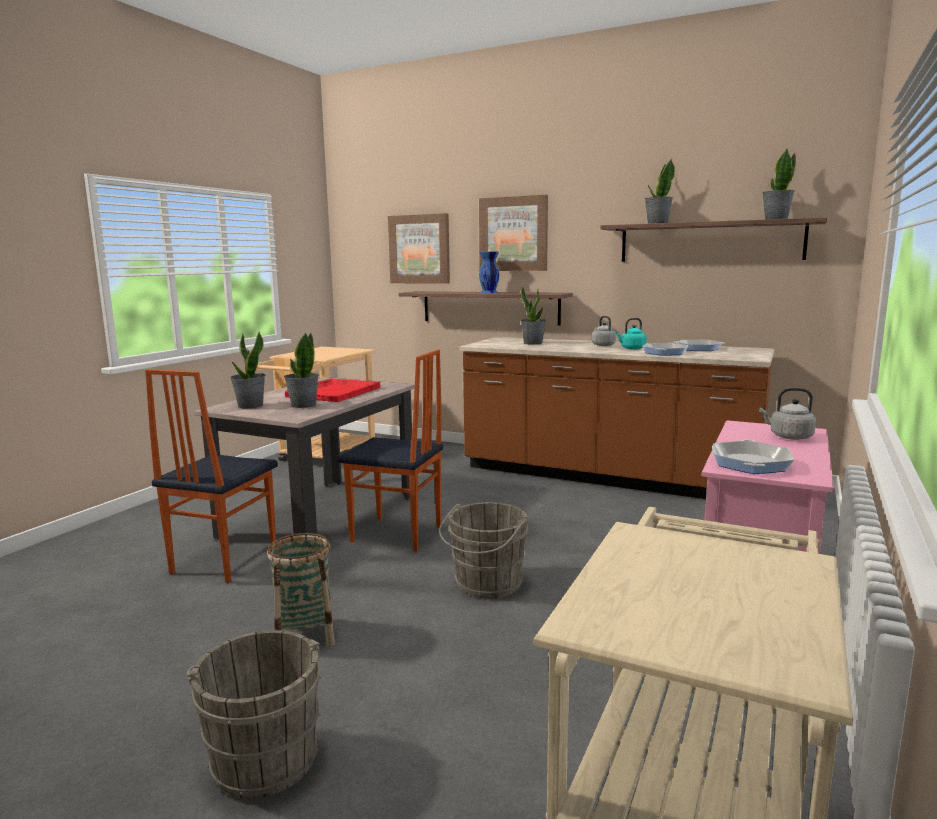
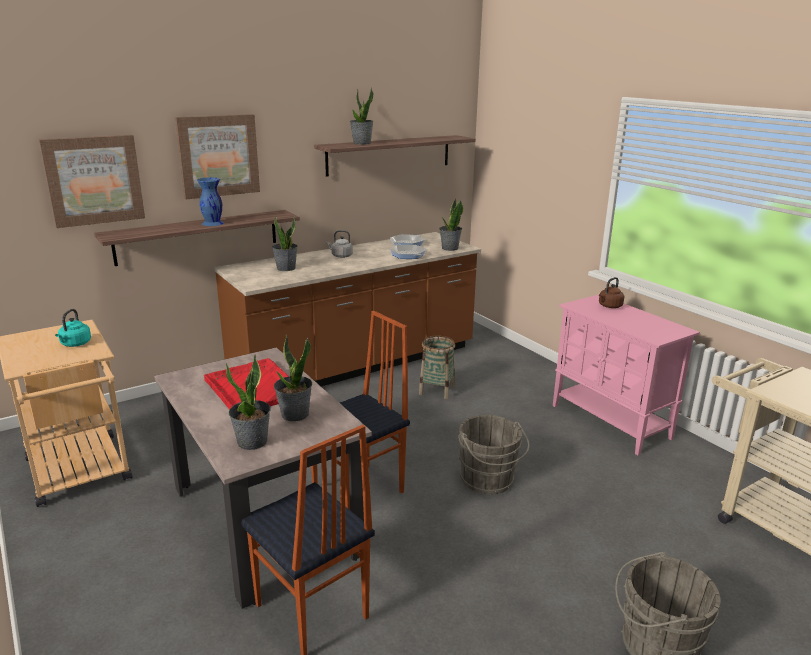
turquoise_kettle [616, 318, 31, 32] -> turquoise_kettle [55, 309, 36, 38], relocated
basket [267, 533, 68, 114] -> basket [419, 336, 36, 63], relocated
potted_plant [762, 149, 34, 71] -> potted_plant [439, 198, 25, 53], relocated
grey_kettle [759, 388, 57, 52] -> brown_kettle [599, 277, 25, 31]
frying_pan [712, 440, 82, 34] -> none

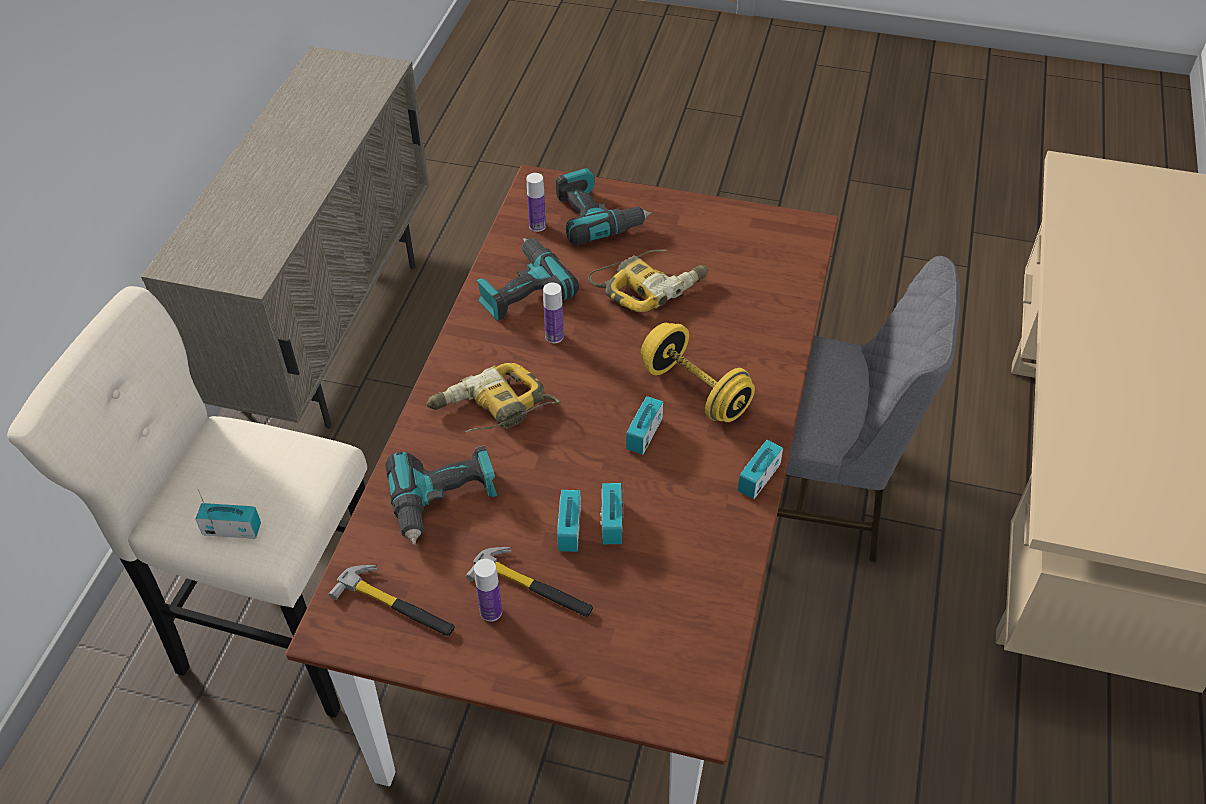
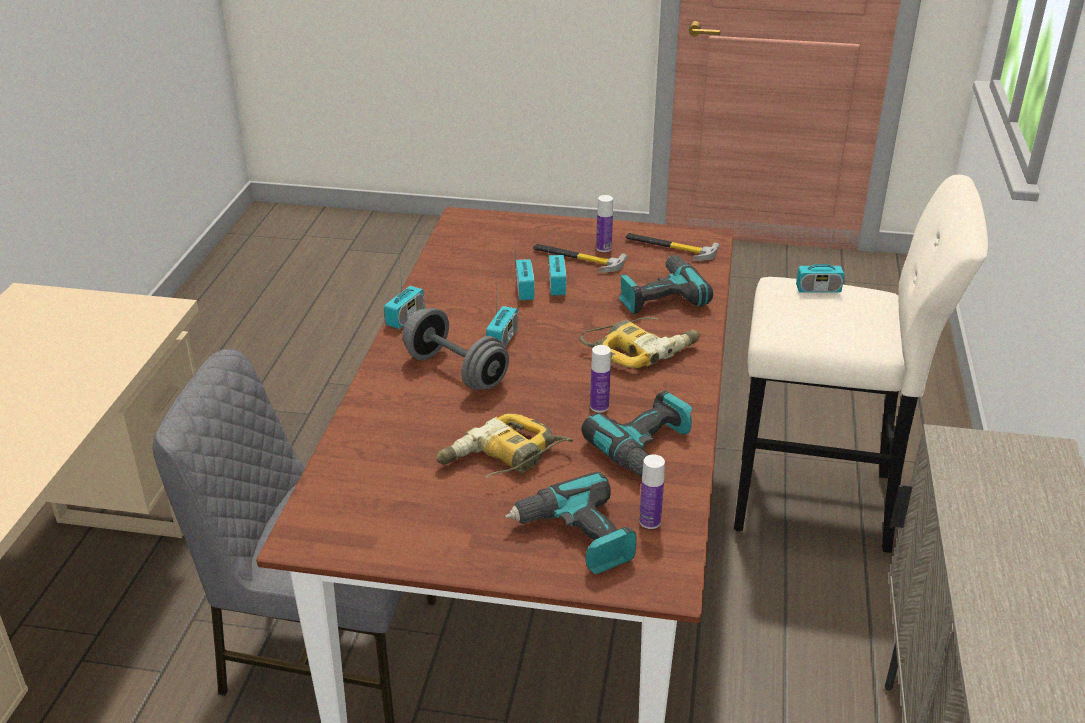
yellow_dumbbell [641, 323, 114, 99] -> grey_dumbbell [402, 308, 107, 82]

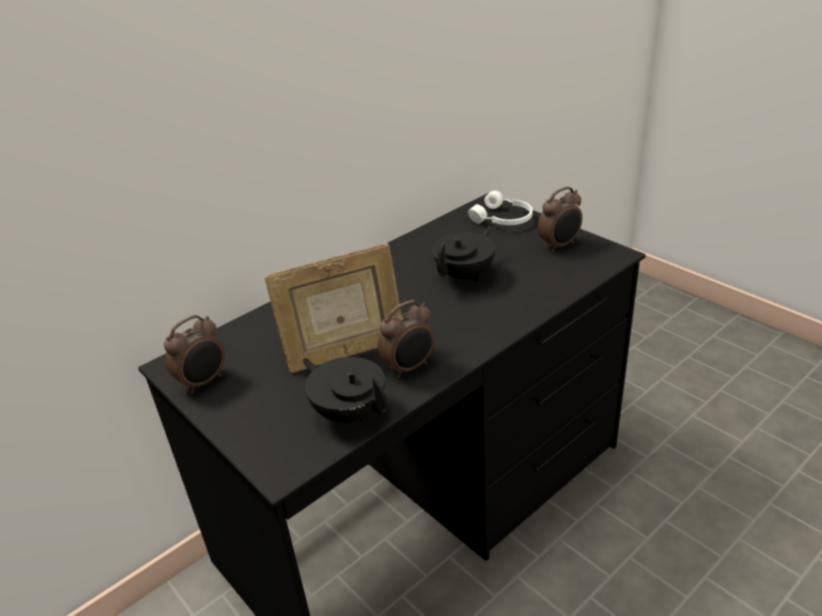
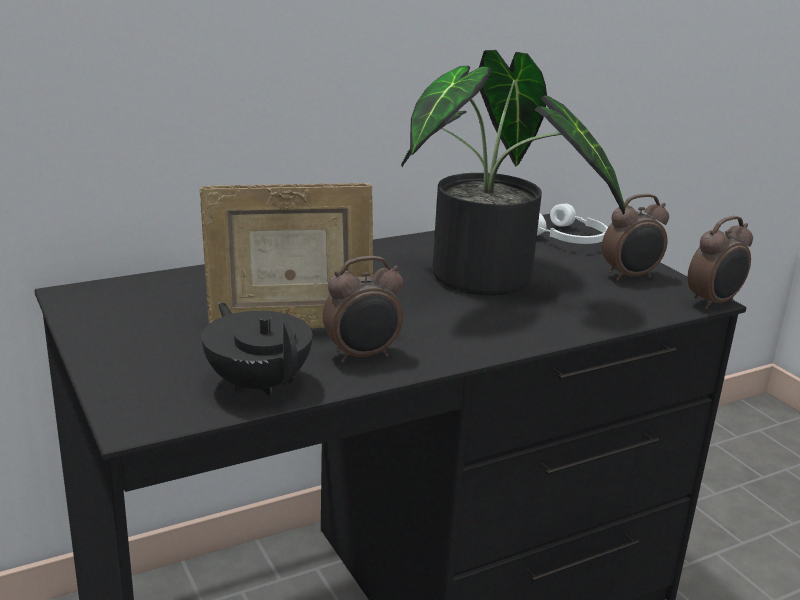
black_teapot [432, 227, 63, 56] -> potted_plant [401, 50, 224, 246]
alarm_clock [164, 315, 61, 79] -> alarm_clock [688, 216, 65, 94], relocated

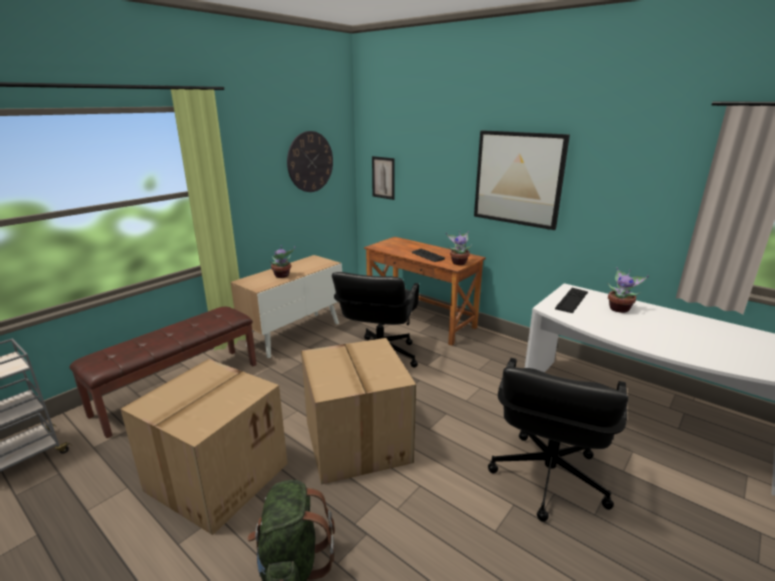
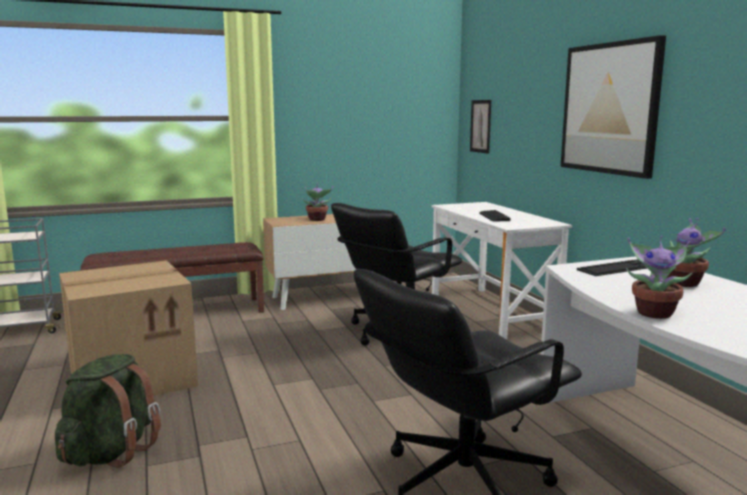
brown_desk [364, 237, 122, 109] -> white_desk [431, 202, 141, 138]
potted_plant [446, 231, 26, 34] -> potted_plant [626, 236, 67, 83], relocated
wall_clock [287, 131, 46, 61] -> none
cardboard_box [301, 338, 115, 147] -> none

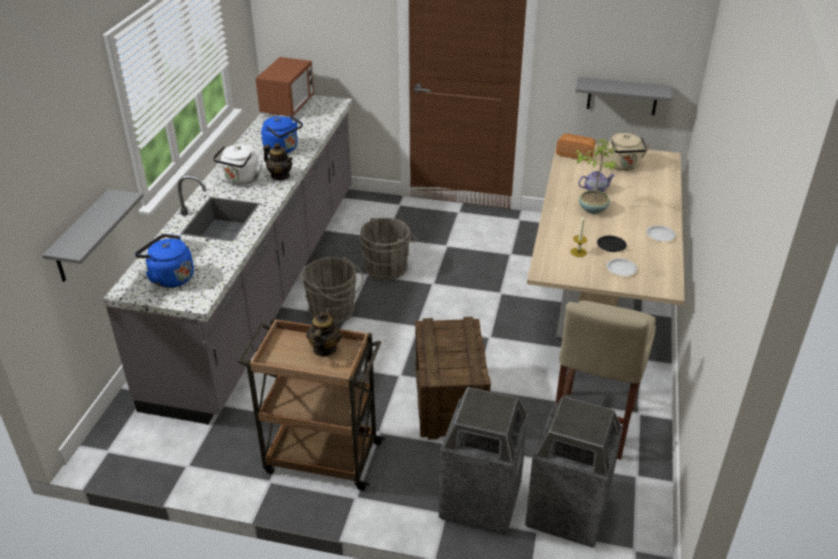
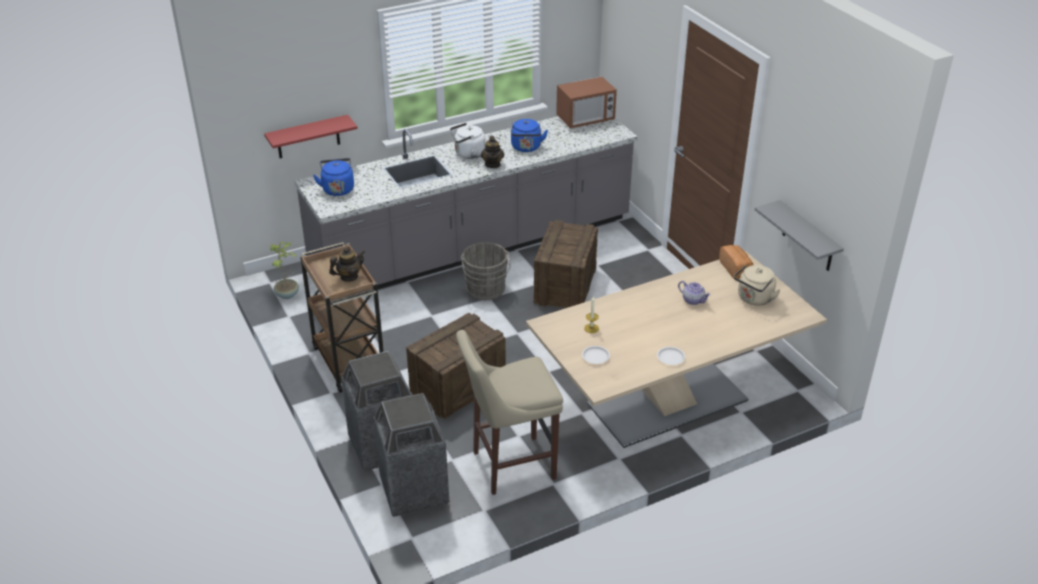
grey_shelf [42, 189, 102, 93] -> red_shelf [264, 115, 94, 43]
potted_plant [575, 139, 42, 75] -> potted_plant [270, 242, 29, 57], relocated
grey_bucket [360, 218, 57, 63] -> crate [534, 220, 64, 88]
black_plate [597, 236, 30, 16] -> none

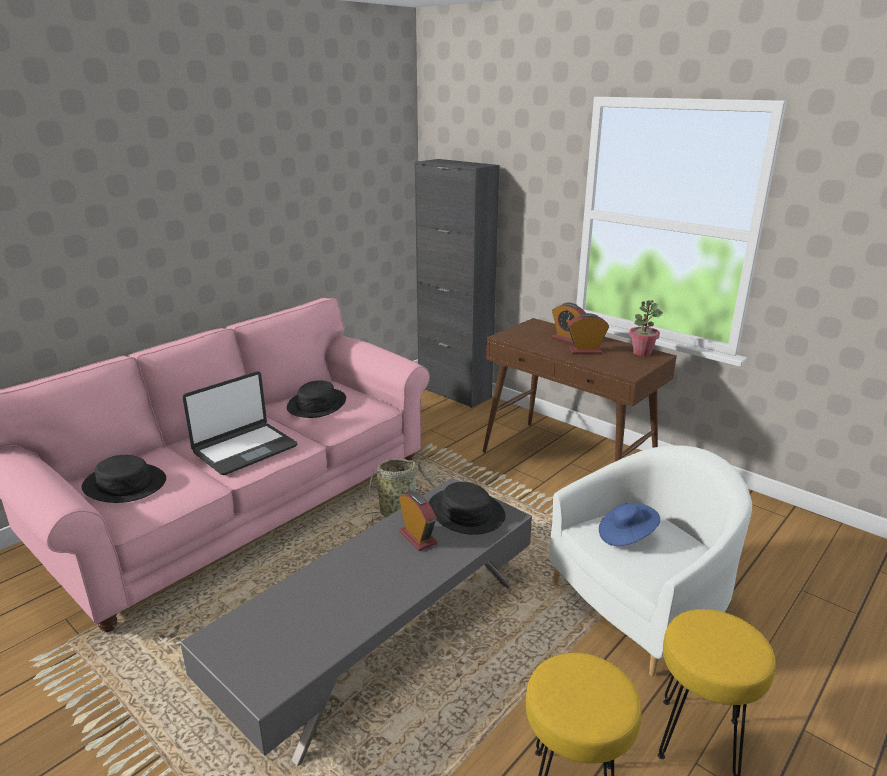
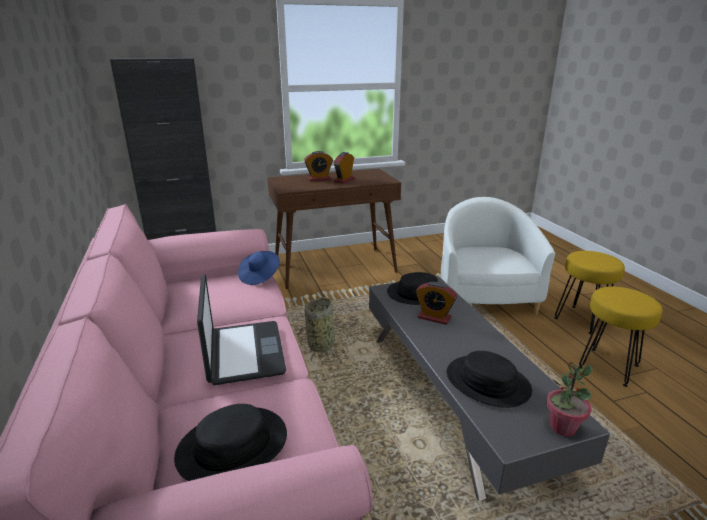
blue_hat [599, 503, 61, 43] -> blue_hat [238, 251, 42, 34], relocated
alarm_clock [399, 492, 38, 59] -> alarm_clock [416, 282, 41, 43], 150 degrees counterclockwise
black_hat [287, 380, 59, 38] -> black_hat [447, 351, 85, 57], relocated
potted_plant [629, 300, 34, 56] -> potted_plant [546, 361, 46, 76], relocated

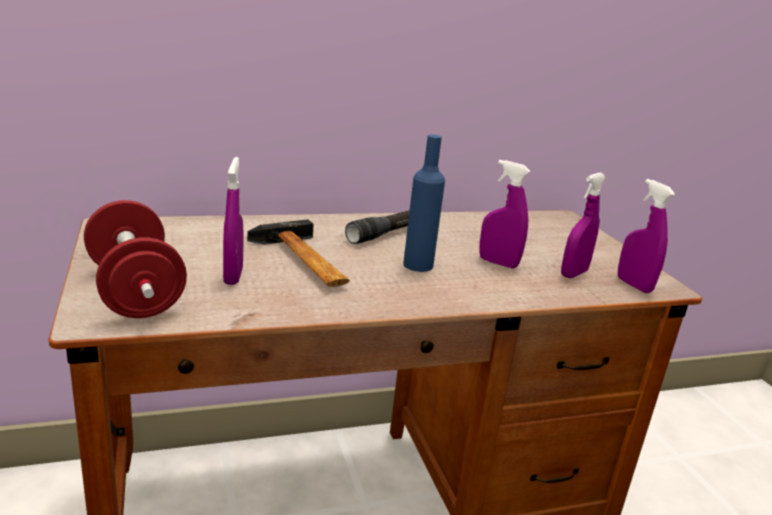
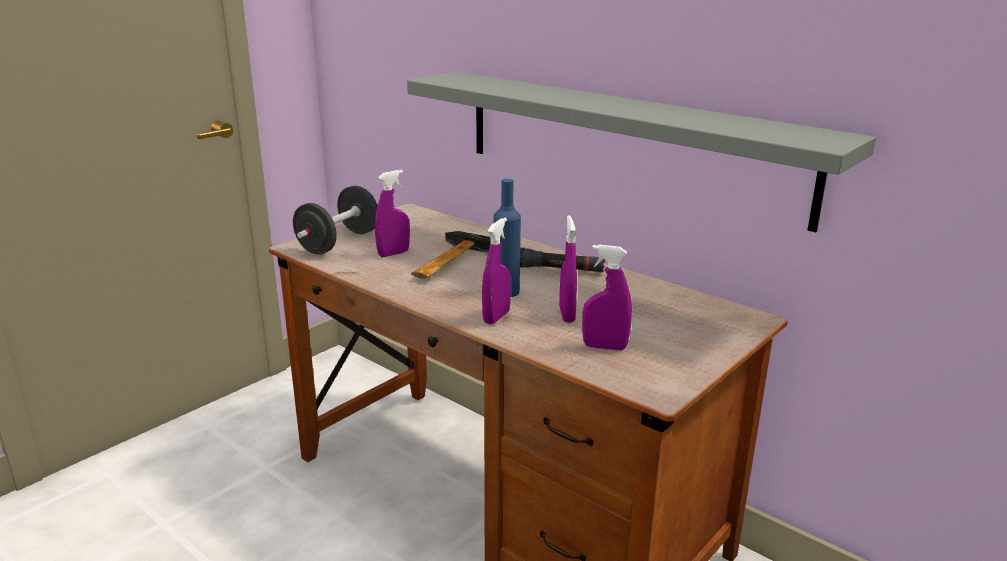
red_dumbbell [84, 200, 103, 118] -> black_dumbbell [293, 186, 85, 69]
none -> grey_shelf [407, 72, 469, 160]
purple_spray_bottle [618, 179, 57, 114] -> purple_spray_bottle [482, 218, 29, 106], relocated

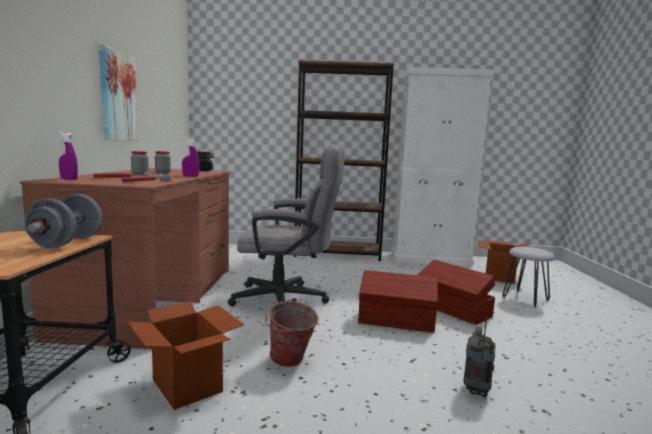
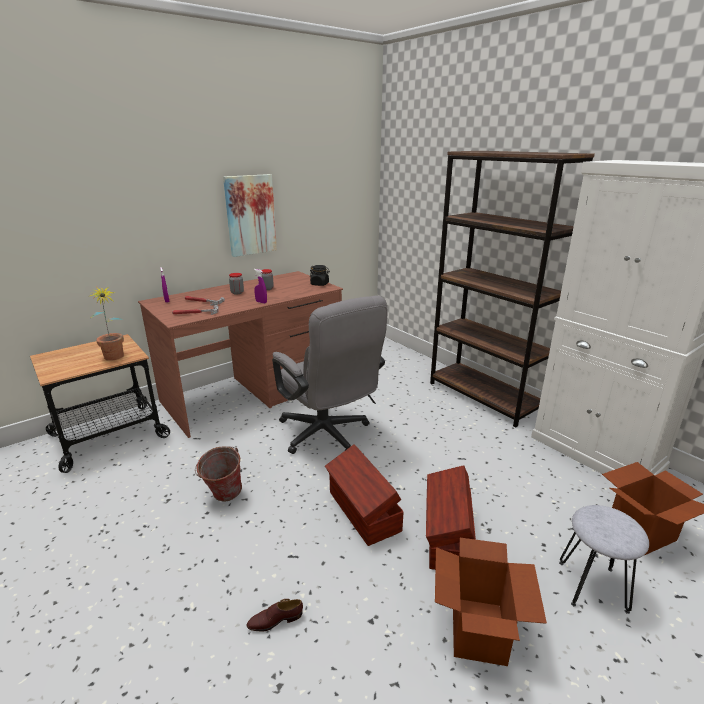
grey_dumbbell [25, 194, 77, 55] -> potted_plant [90, 286, 34, 75]
radio [463, 316, 33, 81] -> brown_shoe [246, 599, 57, 32]
cardboard_box [127, 301, 117, 109] -> cardboard_box [435, 538, 112, 128], relocated

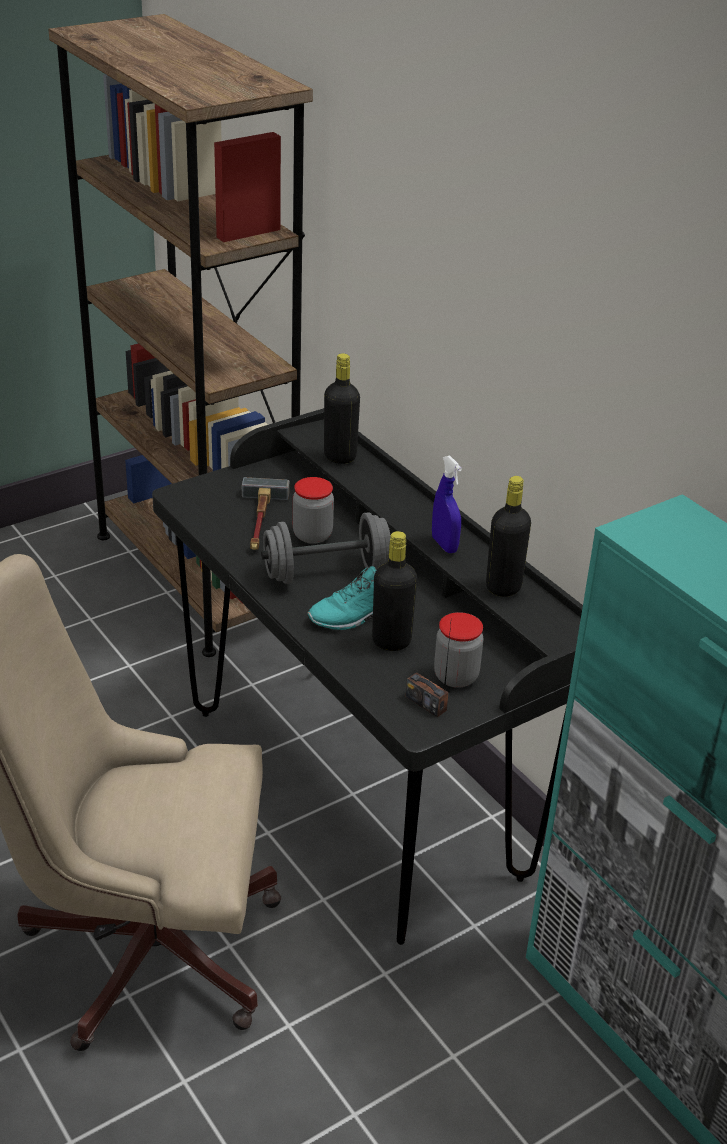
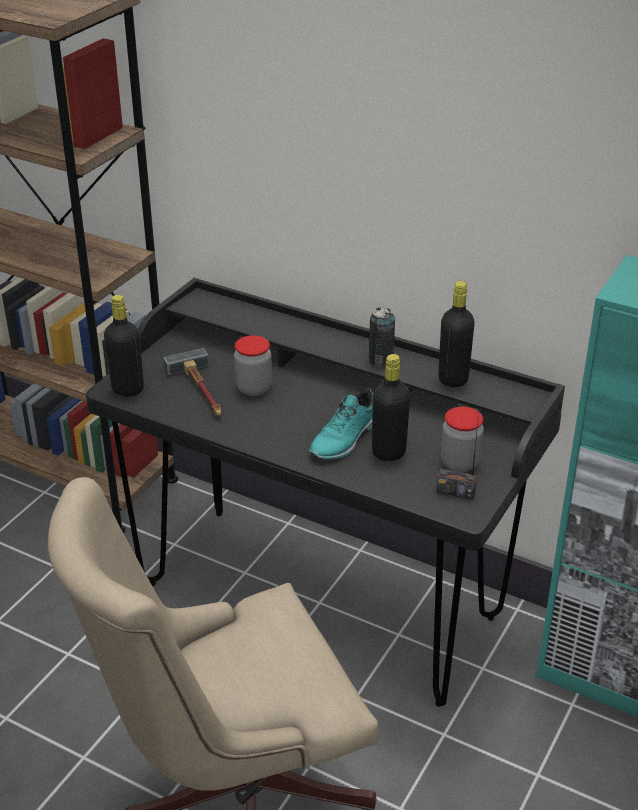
black_bottle [324, 353, 36, 111] -> black_bottle [104, 295, 40, 102], relocated
blue_spray_bottle [432, 455, 30, 98] -> can [369, 307, 26, 60]
grey_dumbbell [261, 512, 130, 72] -> none

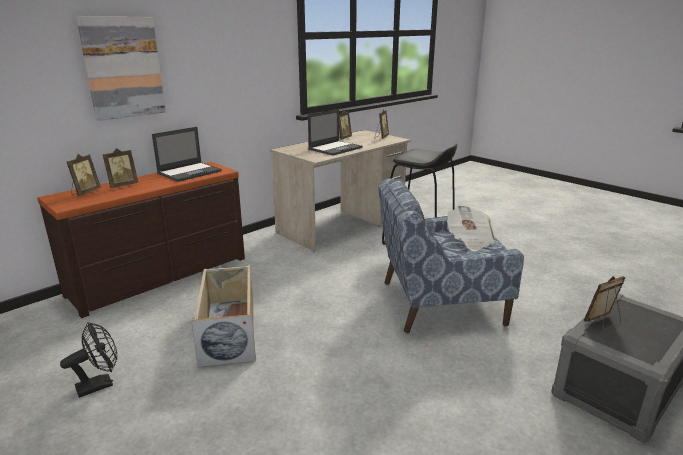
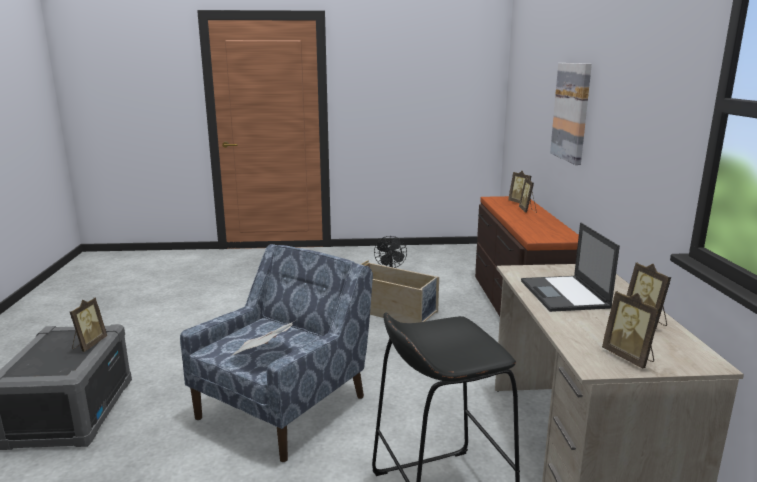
laptop [152, 127, 70, 55] -> none

